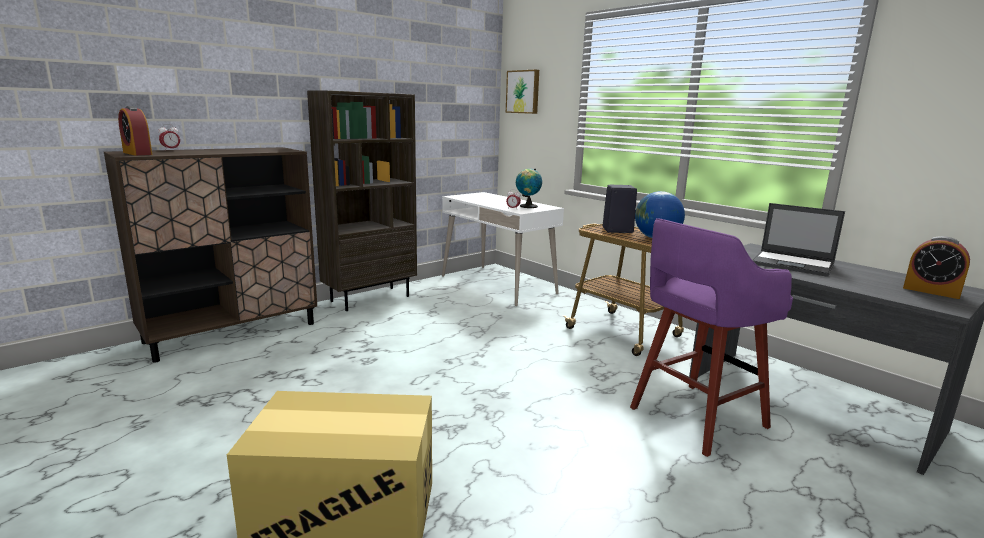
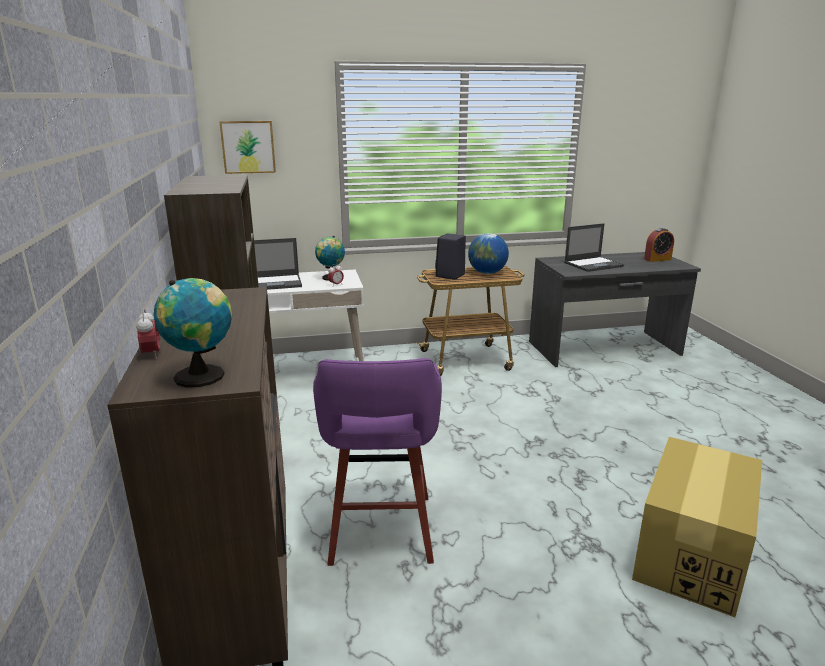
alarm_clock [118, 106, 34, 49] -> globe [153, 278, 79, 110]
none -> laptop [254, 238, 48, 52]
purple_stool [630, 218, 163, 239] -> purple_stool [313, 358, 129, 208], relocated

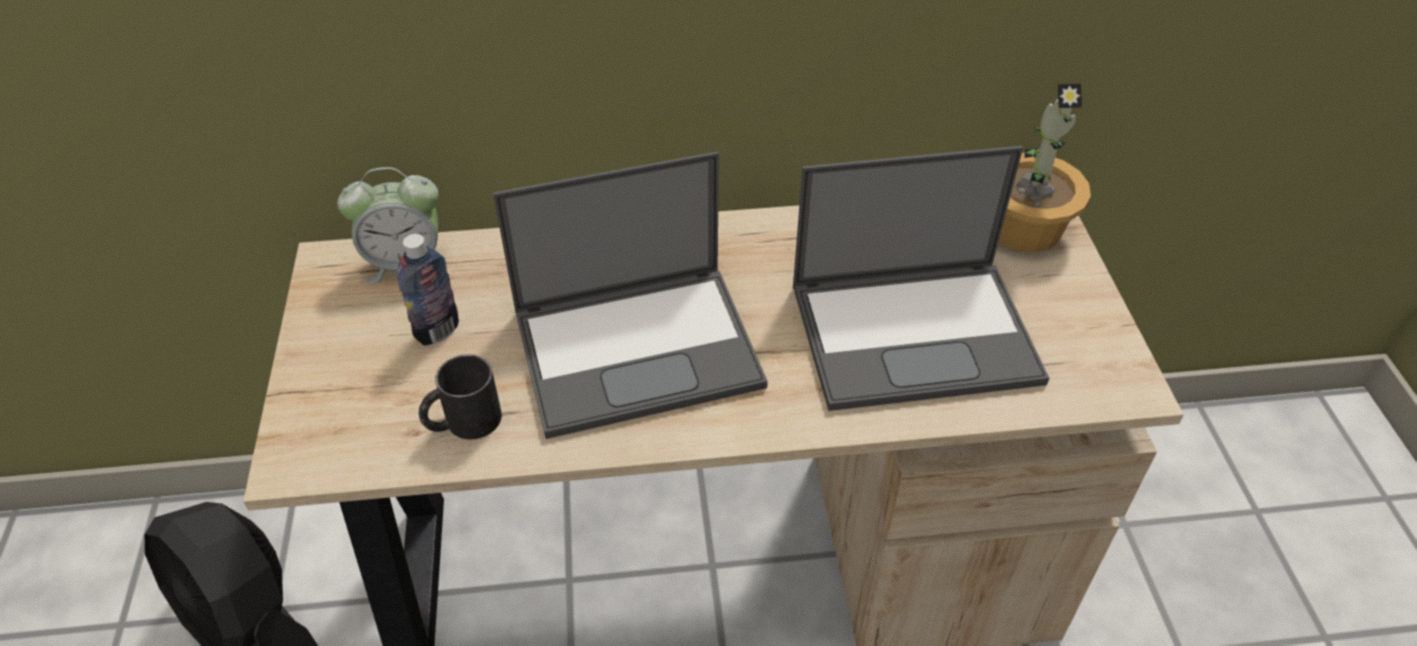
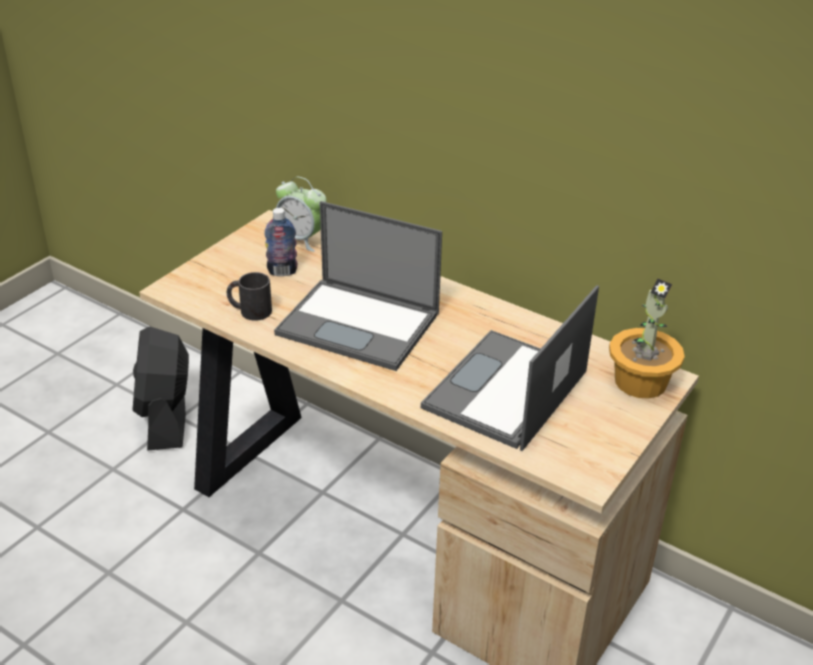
laptop [793, 146, 256, 265] -> laptop [421, 285, 178, 166], 90 degrees clockwise

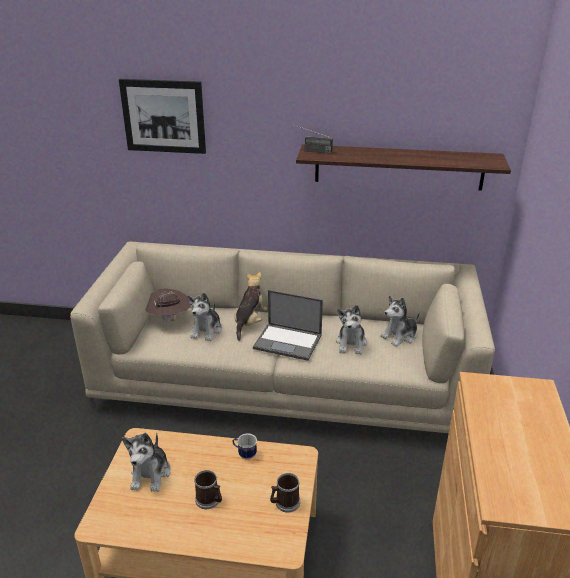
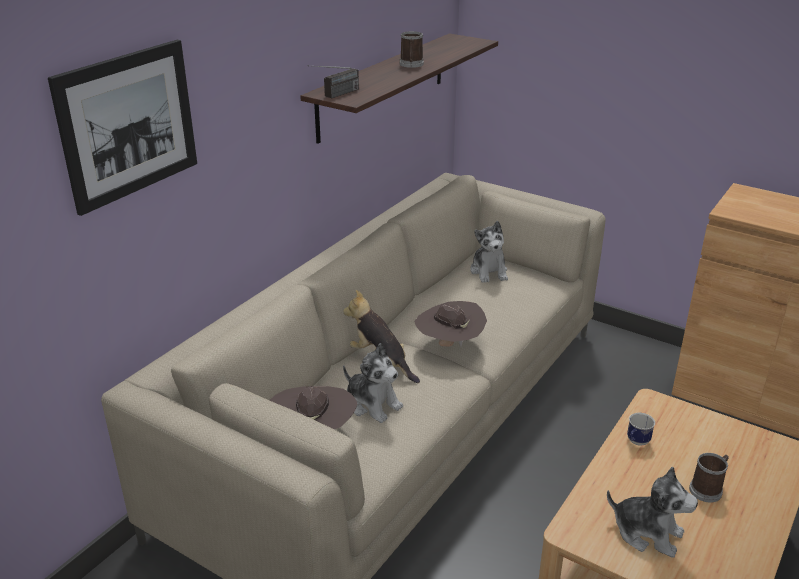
mug [270, 473, 30, 40] -> mug [400, 31, 24, 37], relocated
laptop [253, 290, 70, 71] -> brown_hat [414, 301, 73, 46]
plush_toy [336, 305, 31, 49] -> none

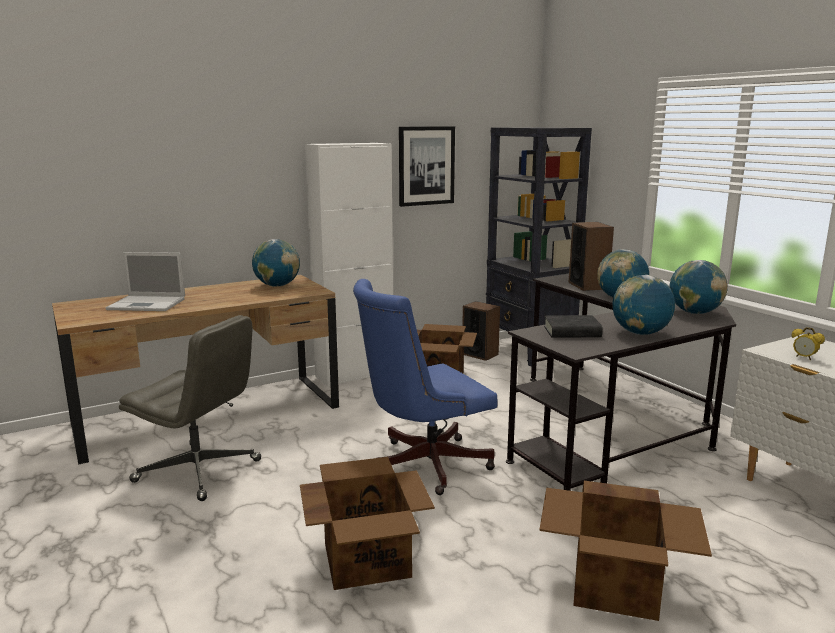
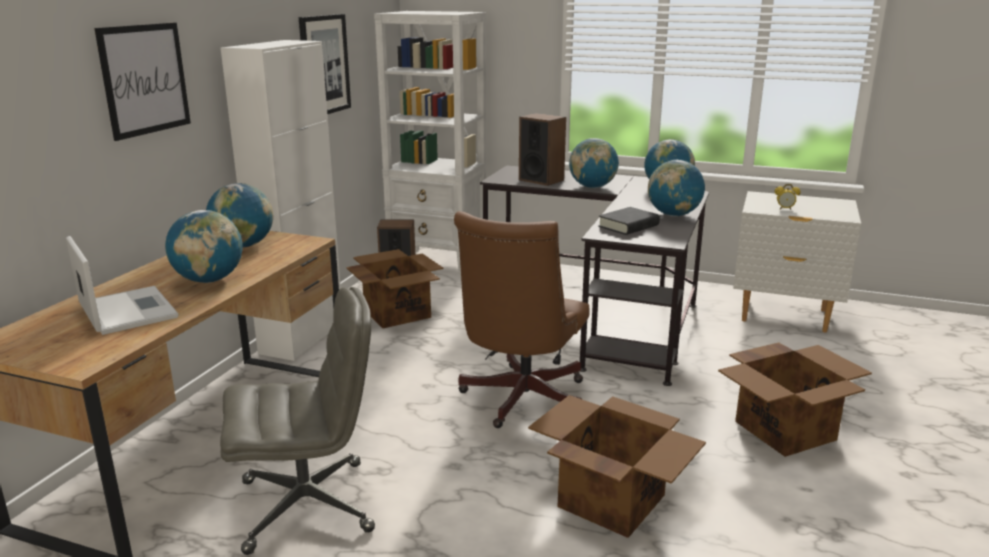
laptop [106, 252, 79, 59] -> laptop [66, 236, 112, 99], 90 degrees counterclockwise
none -> picture [94, 23, 97, 118]
none -> globe [165, 210, 78, 73]
black_bookcase [486, 127, 106, 239] -> white_bookcase [374, 11, 112, 266]
blue_office_chair [353, 279, 145, 216] -> brown_office_chair [454, 211, 136, 217]

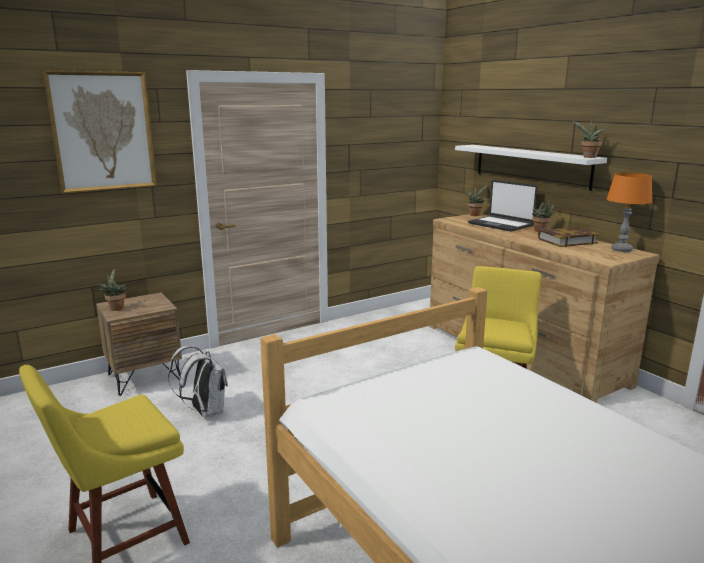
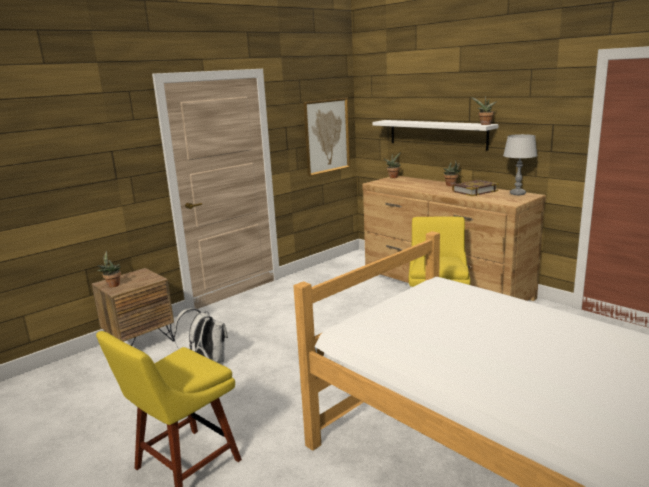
picture [43, 70, 114, 124] -> picture [303, 98, 47, 78], relocated
orange_table_lamp [607, 173, 46, 79] -> grey_table_lamp [503, 134, 34, 61]
laptop [468, 180, 70, 52] -> none

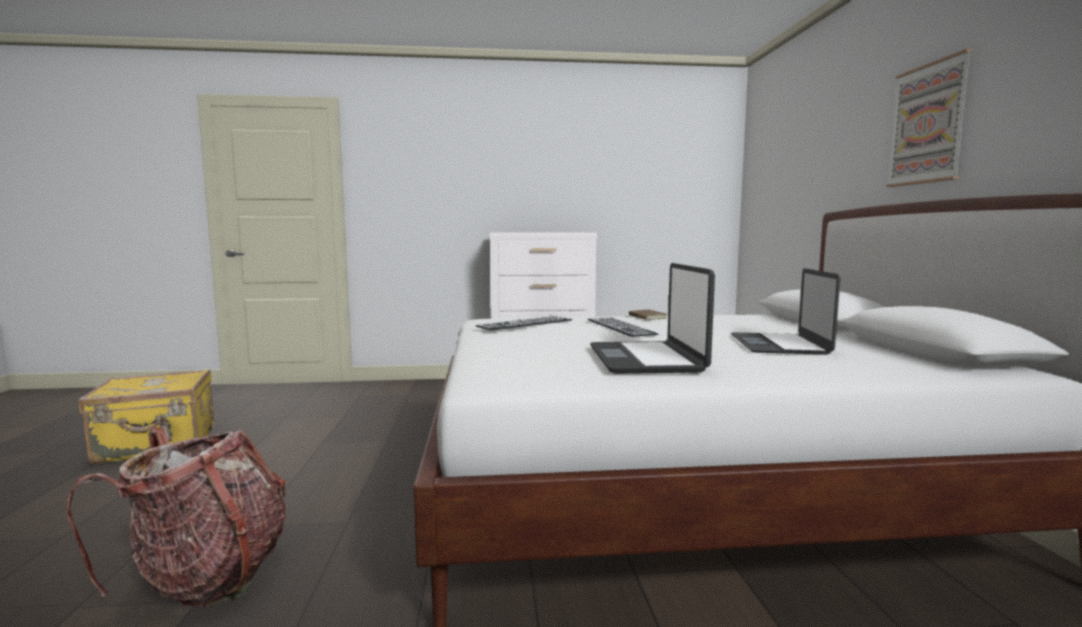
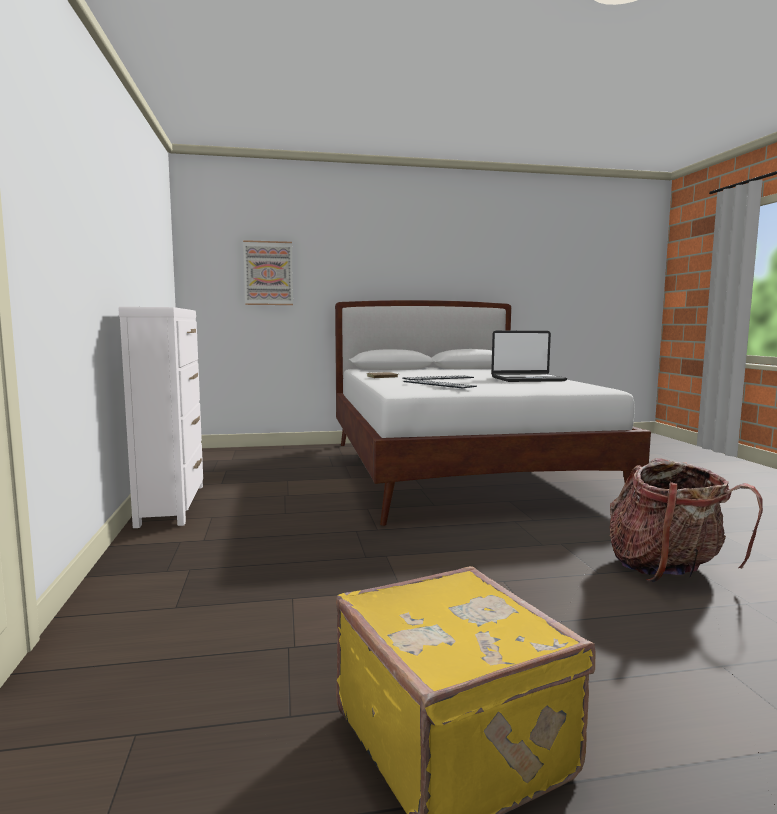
picture [886, 49, 87, 138] -> picture [243, 240, 50, 65], relocated
laptop [731, 268, 109, 86] -> none

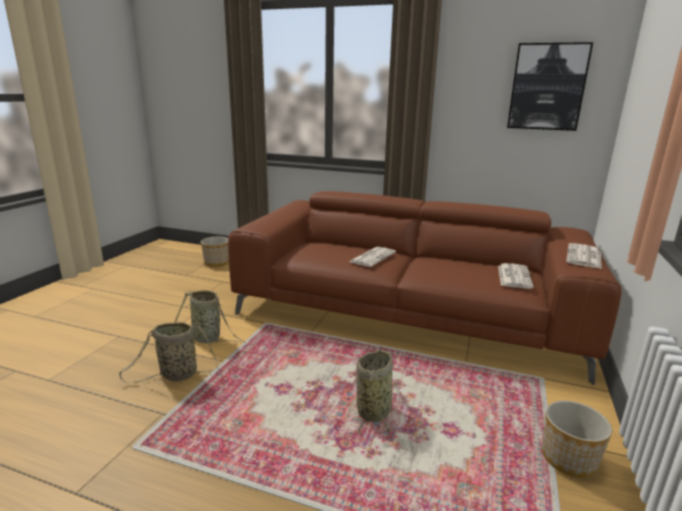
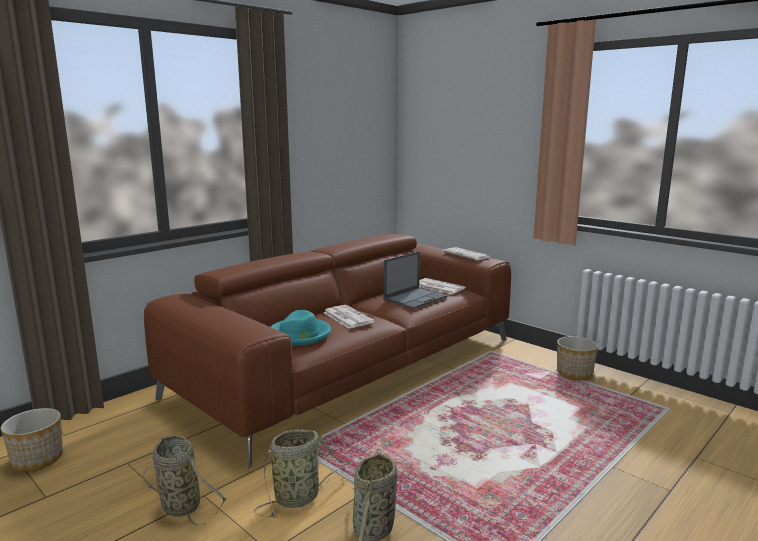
basket [356, 350, 37, 86] -> basket [143, 434, 84, 92], relocated
none -> turquoise_hat [270, 310, 61, 35]
none -> laptop [384, 251, 64, 58]
picture [507, 42, 86, 89] -> none

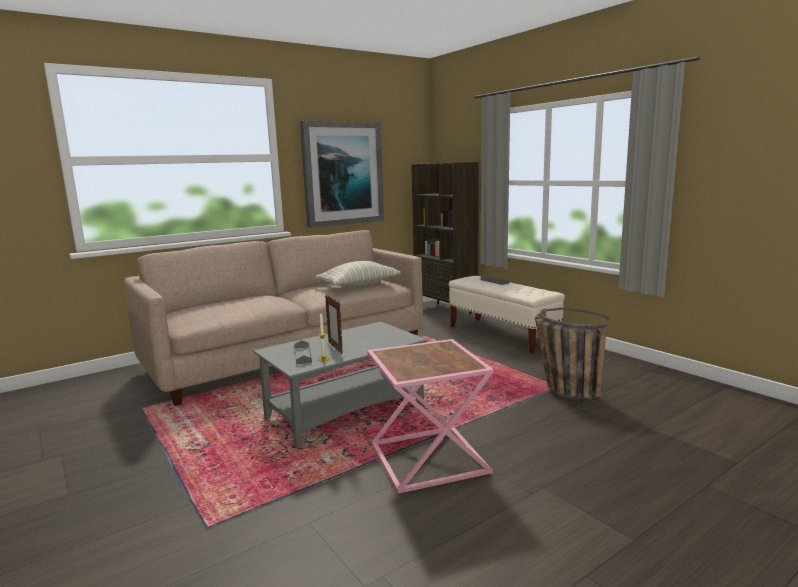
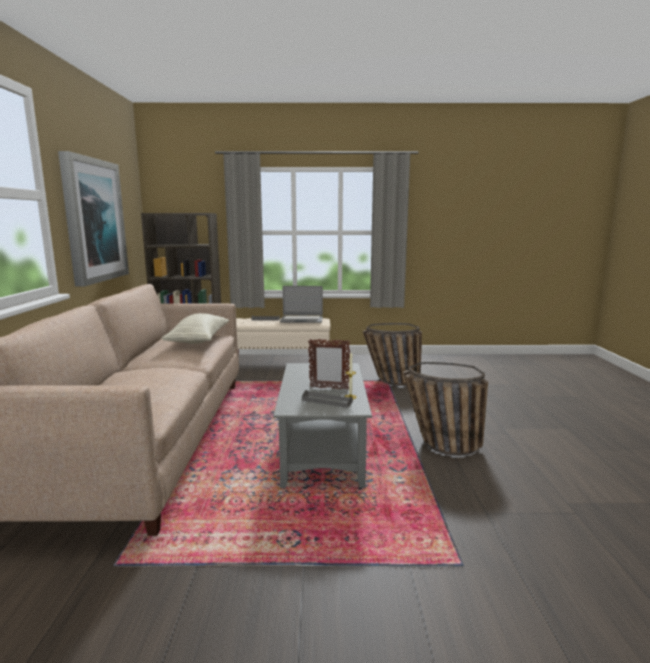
none -> laptop [280, 286, 43, 37]
pink_side_table [367, 339, 127, 155] -> basket [403, 362, 85, 93]

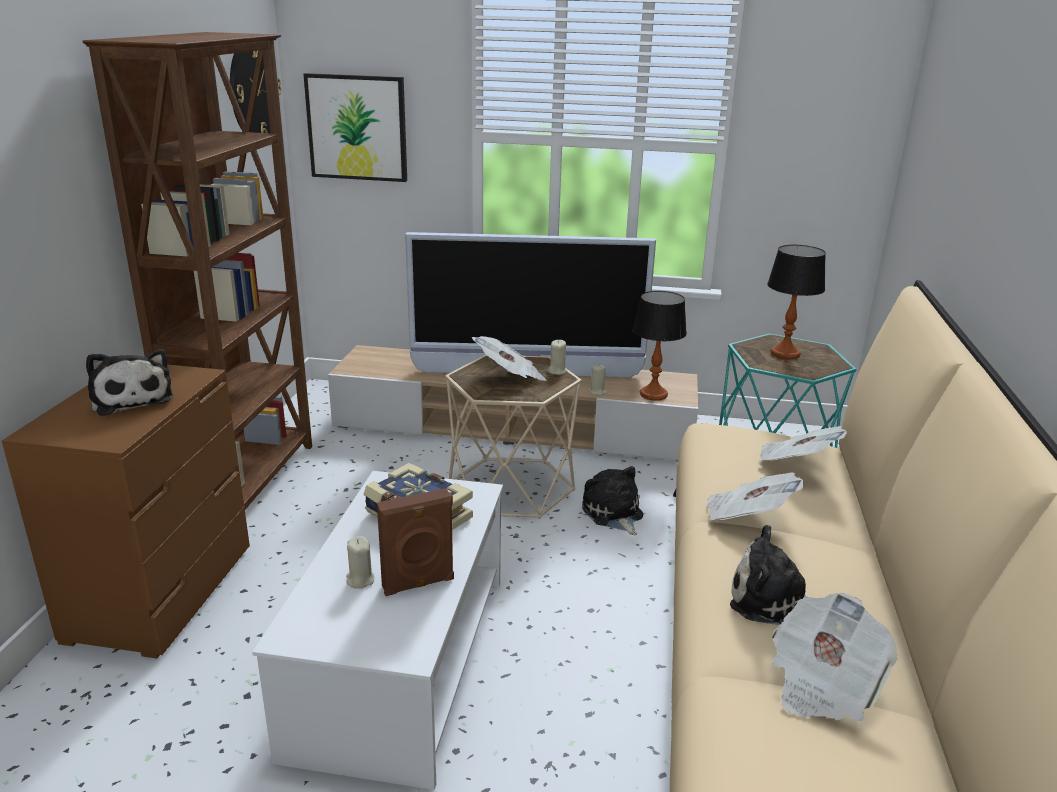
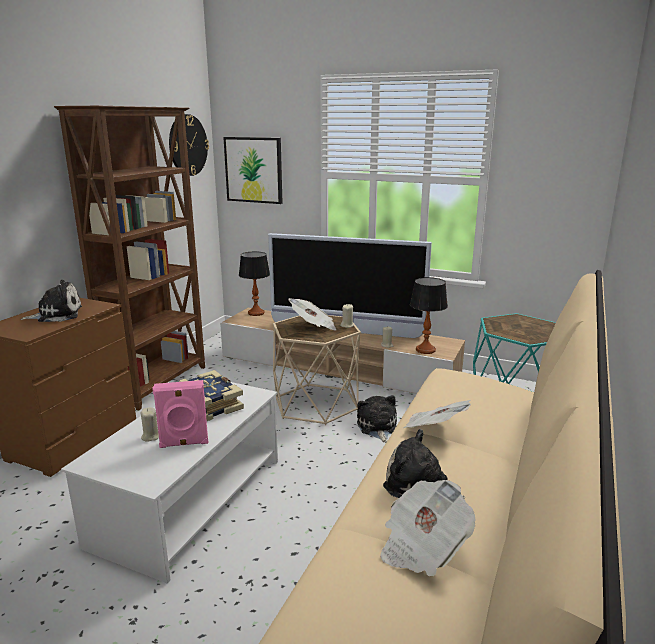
plush_toy [86, 349, 87, 67] -> plush_toy [21, 280, 61, 42], 90 degrees counterclockwise
brown_speaker [377, 488, 77, 108] -> pink_speaker [152, 380, 56, 68]
table_lamp [767, 245, 59, 114] -> table_lamp [239, 251, 31, 65], relocated
newspaper [759, 426, 88, 36] -> none

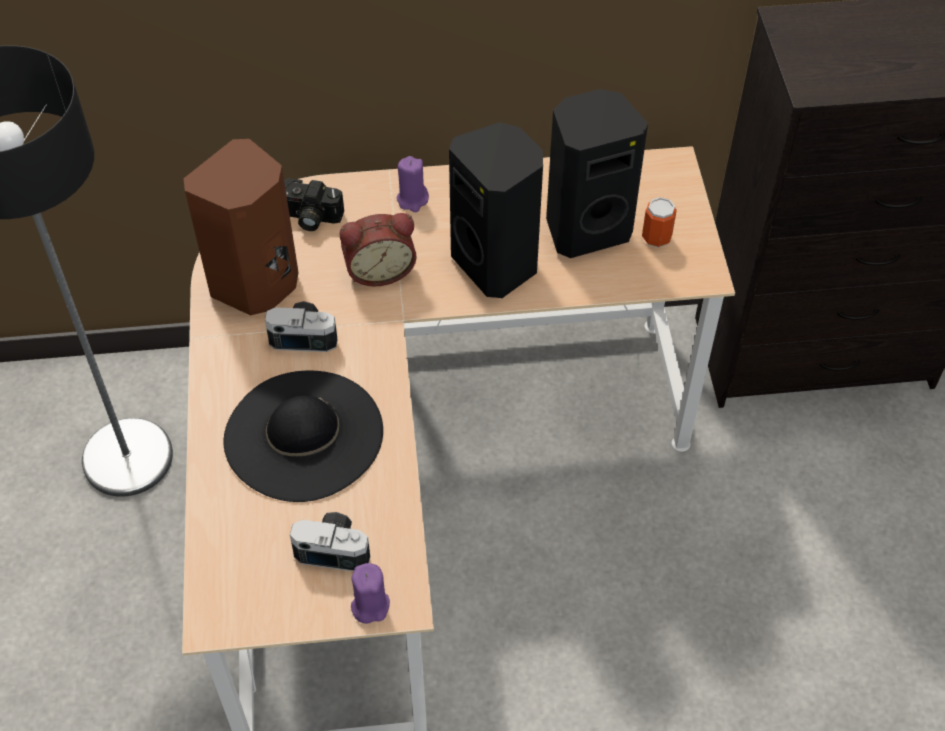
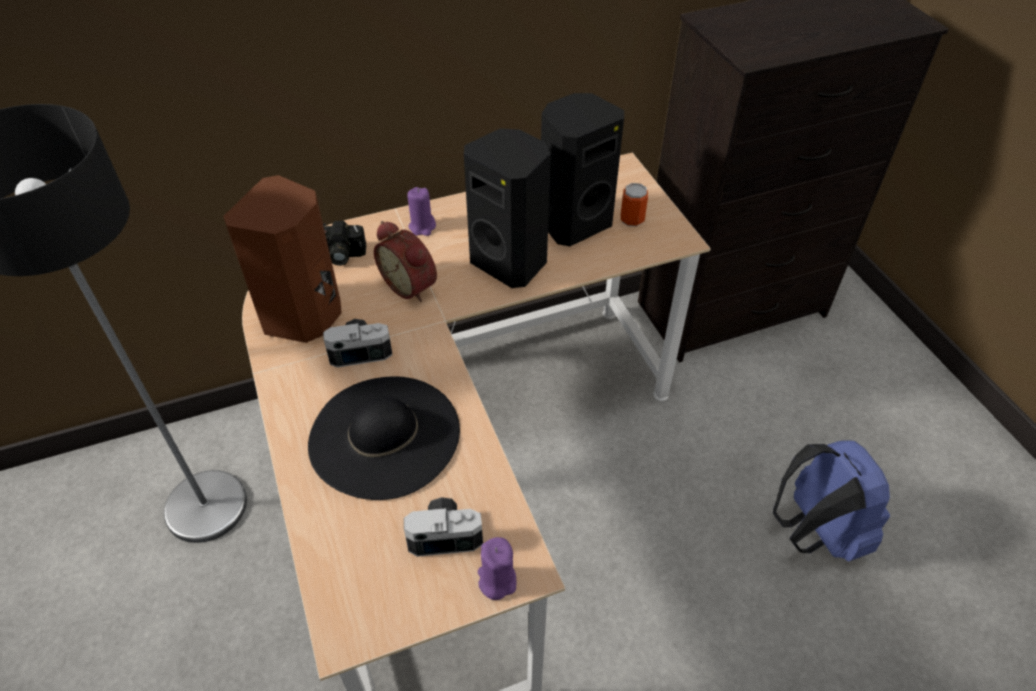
alarm_clock [340, 213, 76, 74] -> alarm_clock [374, 221, 63, 81], 75 degrees clockwise
none -> blue_backpack [773, 440, 117, 122]

